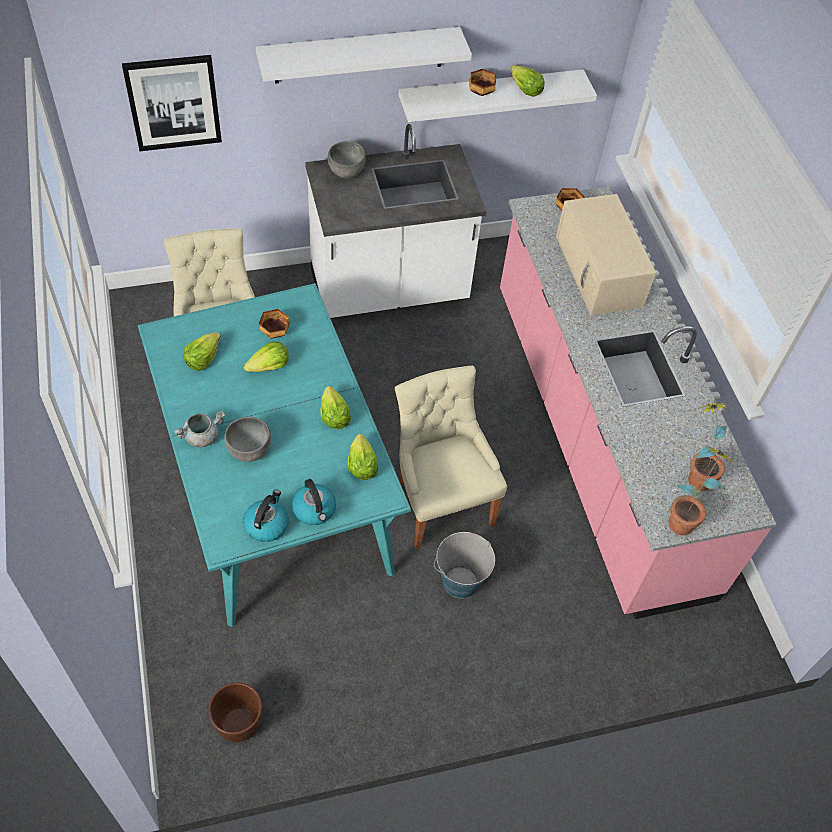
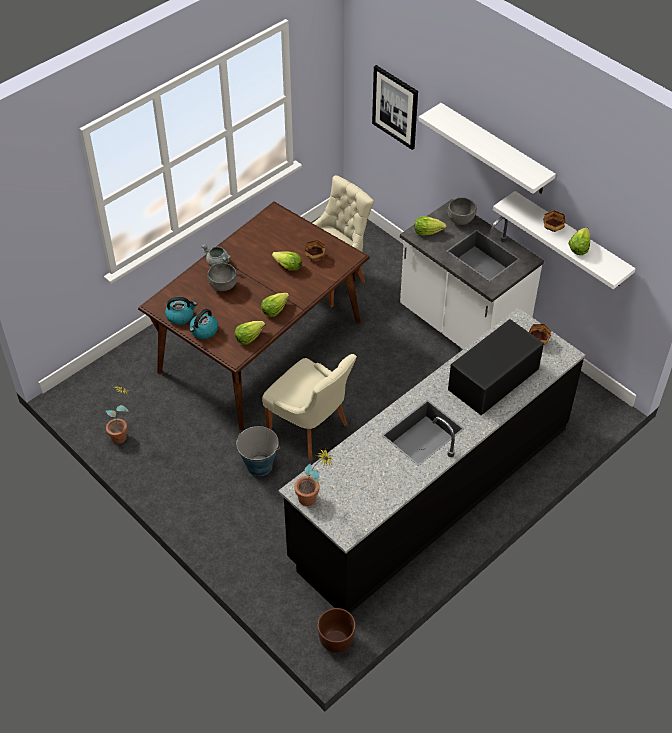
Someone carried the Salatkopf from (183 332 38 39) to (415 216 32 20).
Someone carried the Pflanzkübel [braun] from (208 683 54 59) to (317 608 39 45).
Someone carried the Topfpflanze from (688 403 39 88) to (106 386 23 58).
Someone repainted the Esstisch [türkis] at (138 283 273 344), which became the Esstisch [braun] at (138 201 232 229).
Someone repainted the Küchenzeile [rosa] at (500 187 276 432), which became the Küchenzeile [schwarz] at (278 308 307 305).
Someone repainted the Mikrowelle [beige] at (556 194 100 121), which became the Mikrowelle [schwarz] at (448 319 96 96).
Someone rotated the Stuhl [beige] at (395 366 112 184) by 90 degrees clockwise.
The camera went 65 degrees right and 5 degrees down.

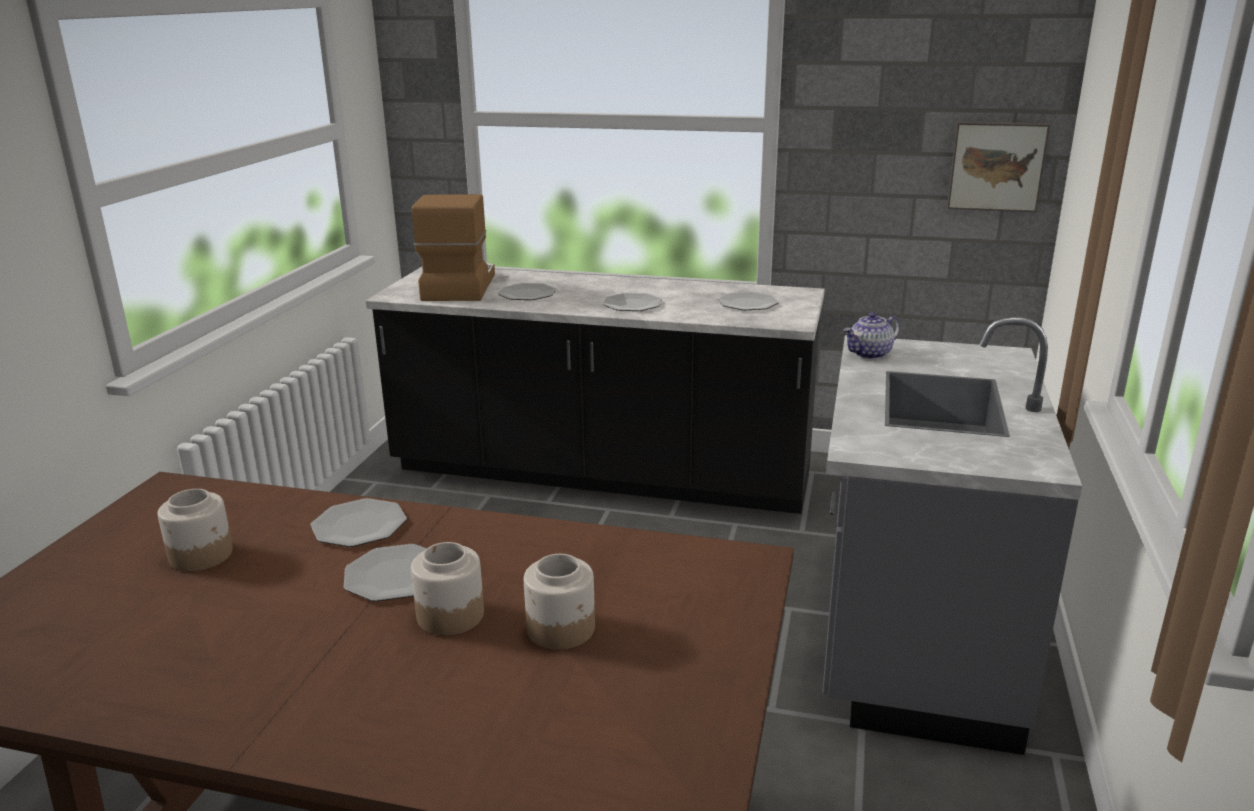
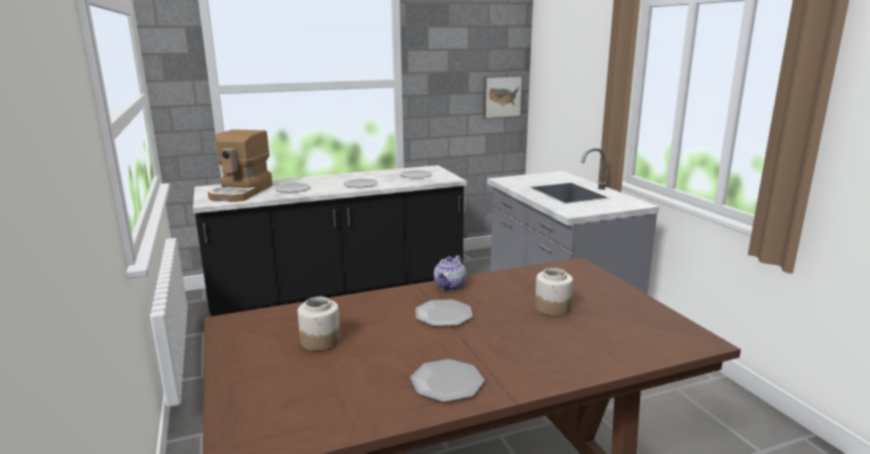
Someone took away the Vorratsglas at (411 542 73 94).
Someone carried the Teller from (311 498 96 49) to (410 359 74 43).
Someone carried the Teekanne from (843 312 57 47) to (434 255 32 36).
Someone rotated the Kaffeemaschine at (412 194 83 107) by 135 degrees counterclockwise.
The camera went 35 degrees left and 5 degrees down.

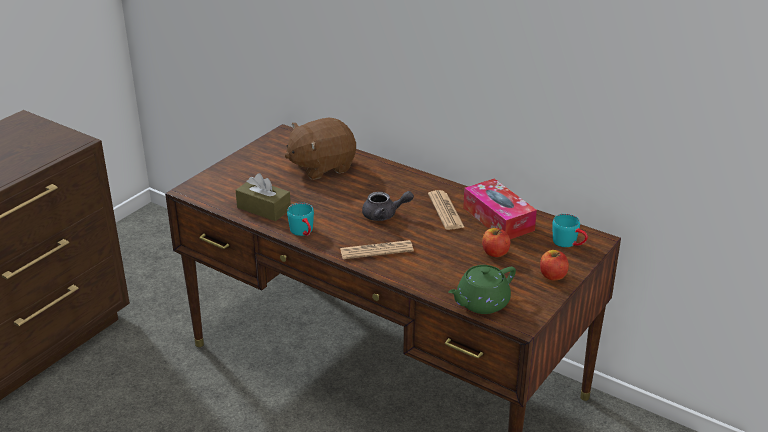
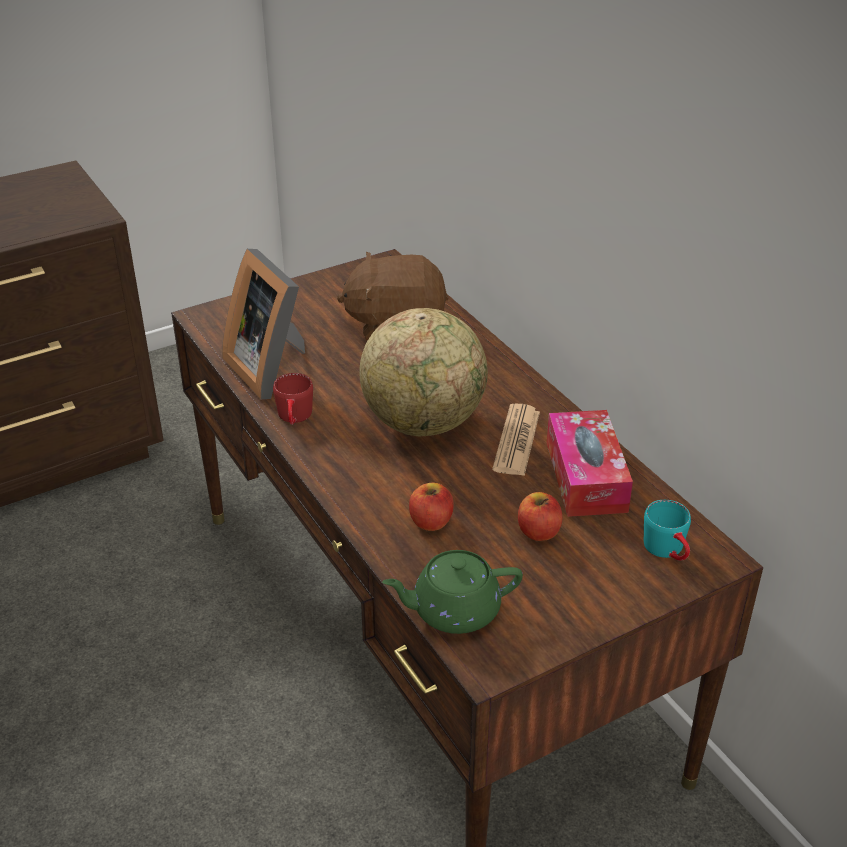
Someone took away the Zeitung at (340 240 74 19).
Someone carried the Apfel from (540 250 29 31) to (409 482 45 49).
Someone swapped the Taschentuchbox [braun] at (236 173 55 48) for the Bilderrahmen at (222 249 83 150).
Someone swapped the Teekanne [grau] at (362 191 52 30) for the Globus at (359 308 129 128).
Someone repainted the Henkelbecher [türkis] at (287 203 27 33), which became the Henkelbecher [rot] at (273 373 40 52).
The camera went 25 degrees right and 5 degrees up.

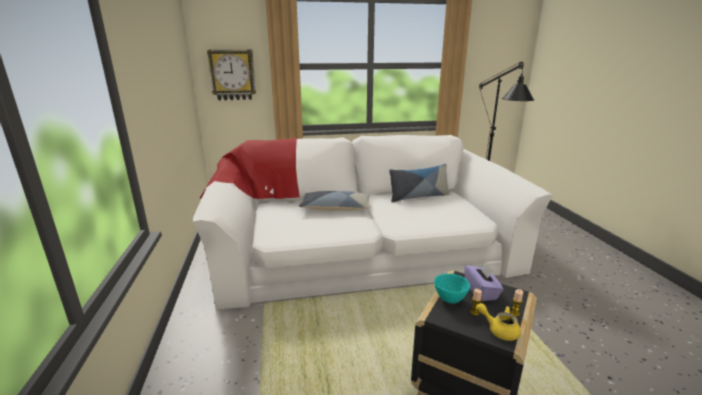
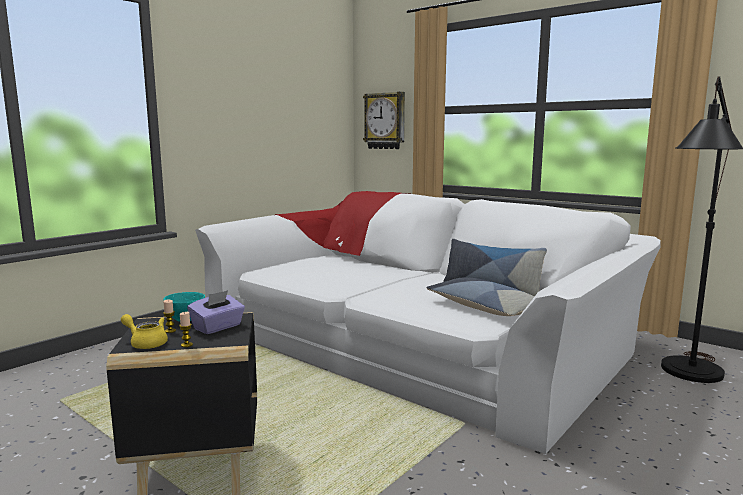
Someone carried the Kissen from (299 191 71 19) to (426 277 109 39).
Someone rotated the Teekanne [gelb] at (477 303 44 38) by 60 degrees counterclockwise.
The camera went 50 degrees right and 10 degrees down.

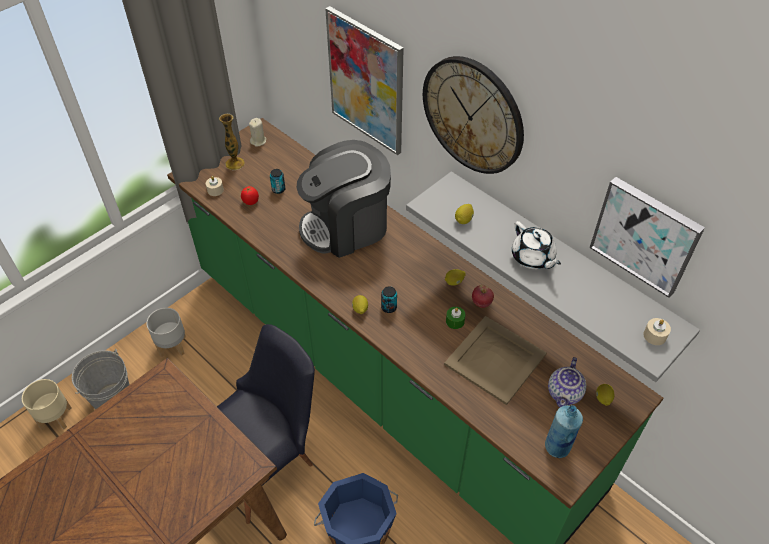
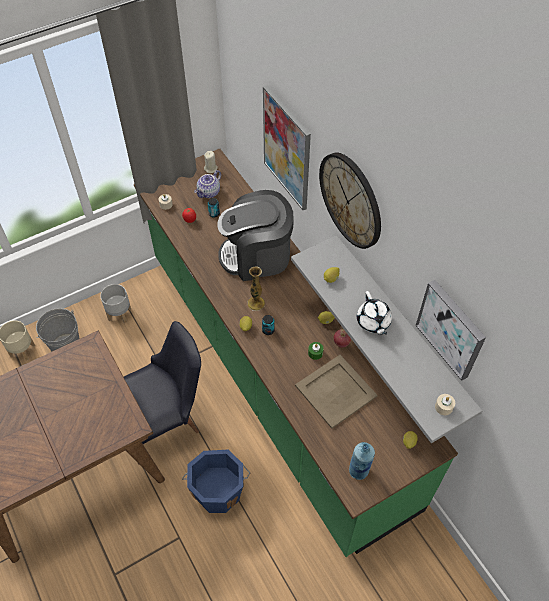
Someone carried the Vase from (219 114 26 56) to (248 266 17 45).
Someone carried the Teekanne from (548 357 38 50) to (194 170 27 28).
The camera went 15 degrees right and 5 degrees up.

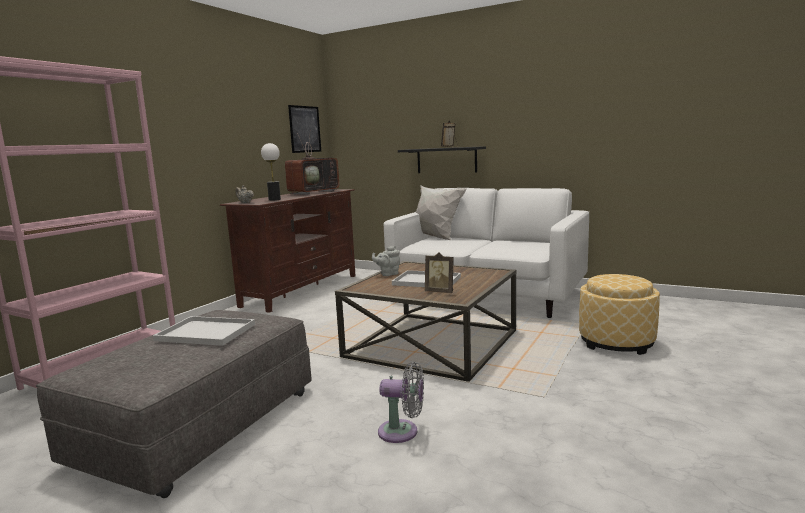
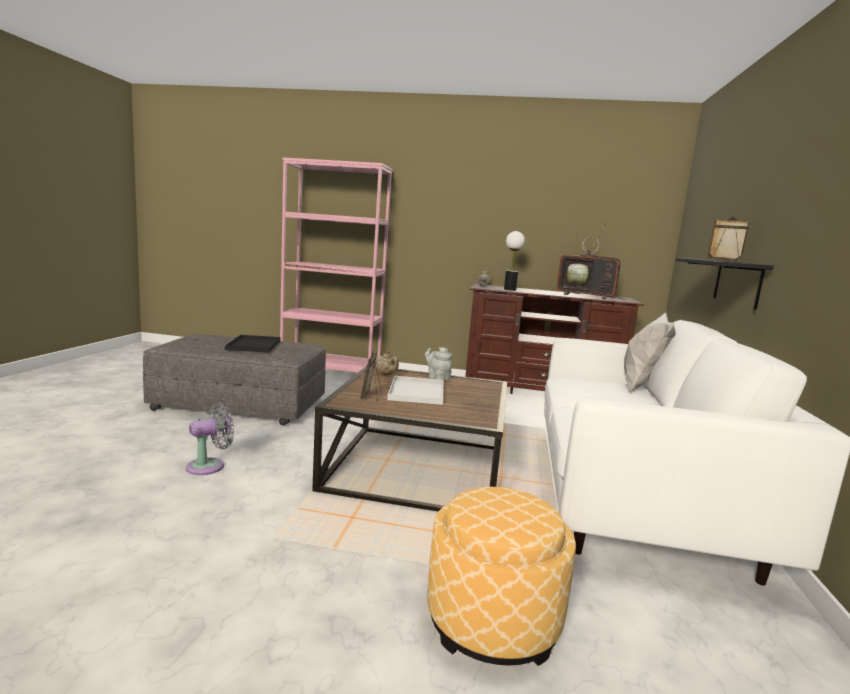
Someone took away the Bild at (288 105 33 48).
Someone put down the Teekanne [beige] at (375 351 24 24).
Someone repainted the Tablett [weiß] at (153 316 102 30), which became the Tablett [schwarz] at (225 335 56 18).
Someone rotated the Ventilator [grau] at (378 362 46 81) by 120 degrees counterclockwise.
The camera went 70 degrees right and 0 degrees up.

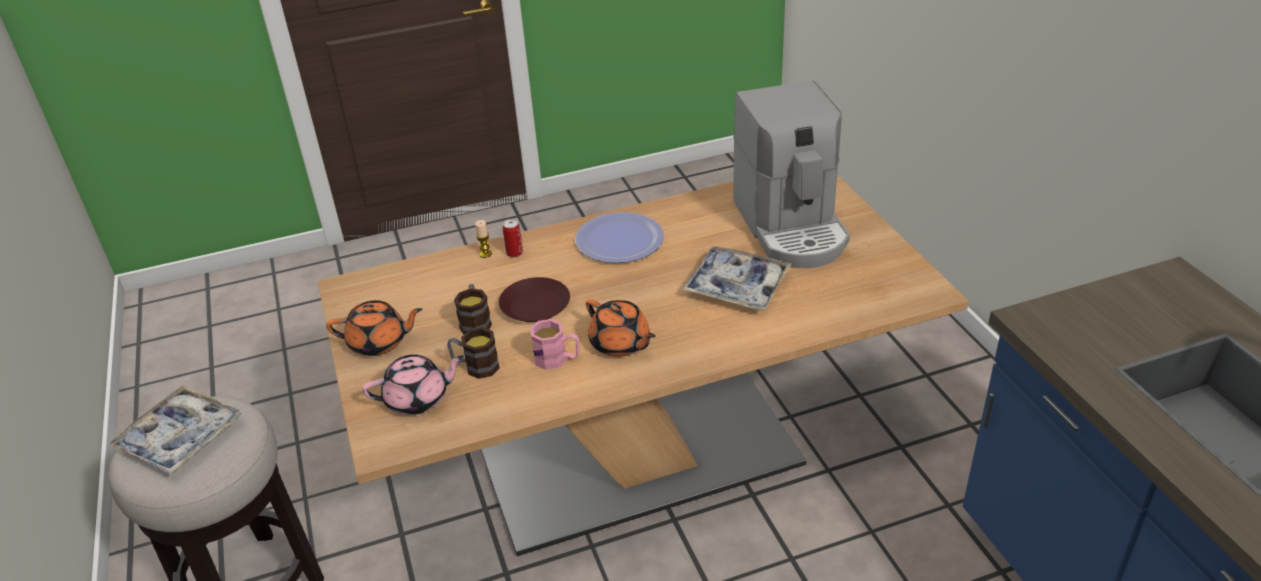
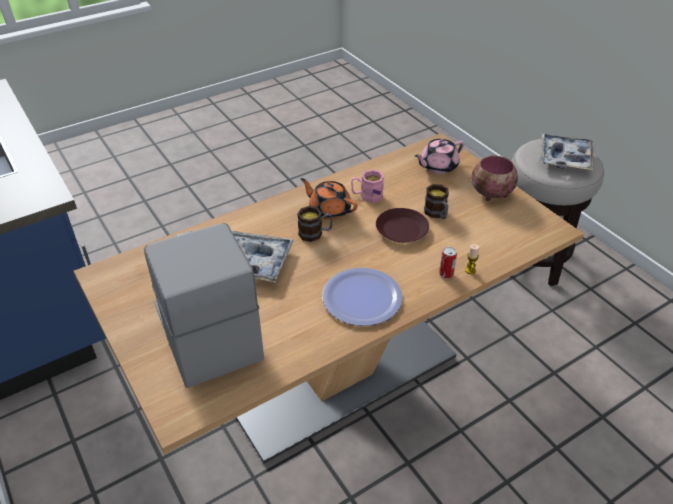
Someone carried the Henkelbecher from (447 327 53 52) to (297 206 36 36).
Someone swapped the Teekanne [orange] at (326 300 96 56) for the Schüssel at (471 156 47 45).
The camera went 165 degrees right and 5 degrees up.

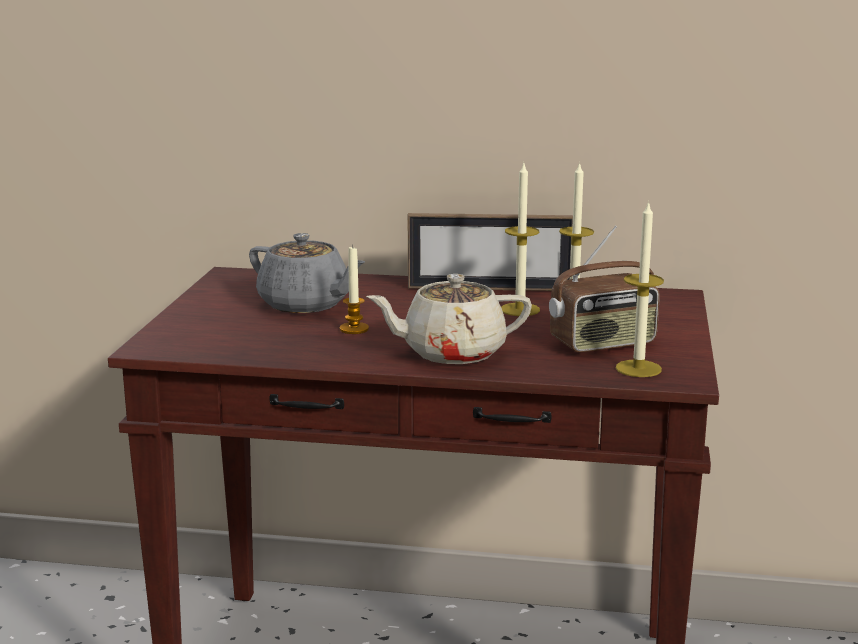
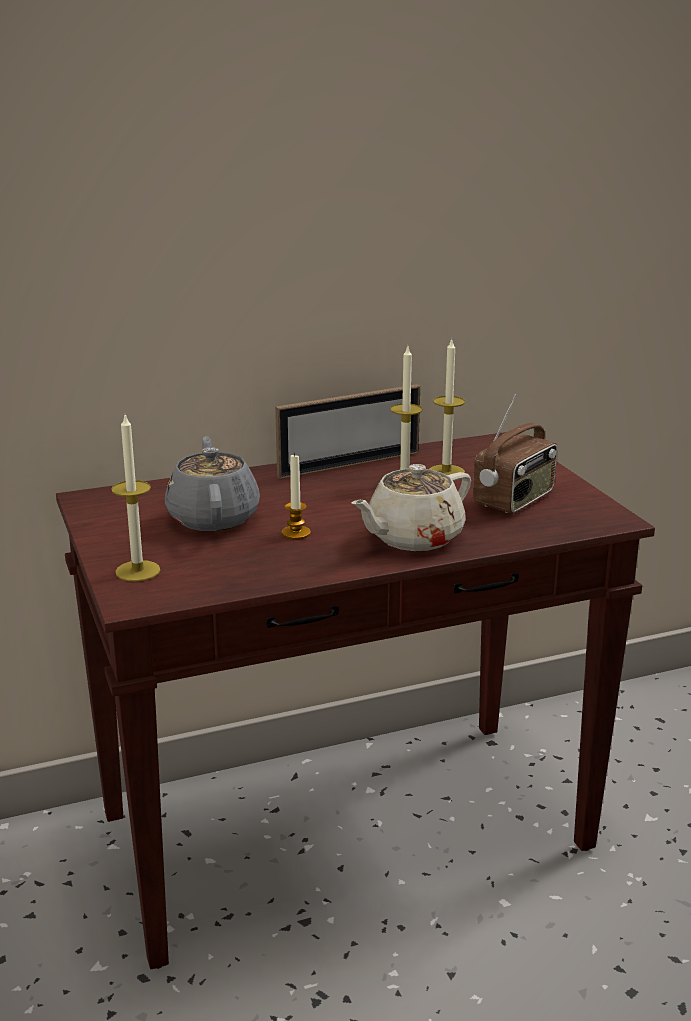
Someone carried the Kerze from (616 201 48 176) to (111 415 49 167).
Someone rotated the Teekanne [grau] at (249 233 116 80) by 105 degrees counterclockwise.
The camera went 30 degrees left and 5 degrees up.

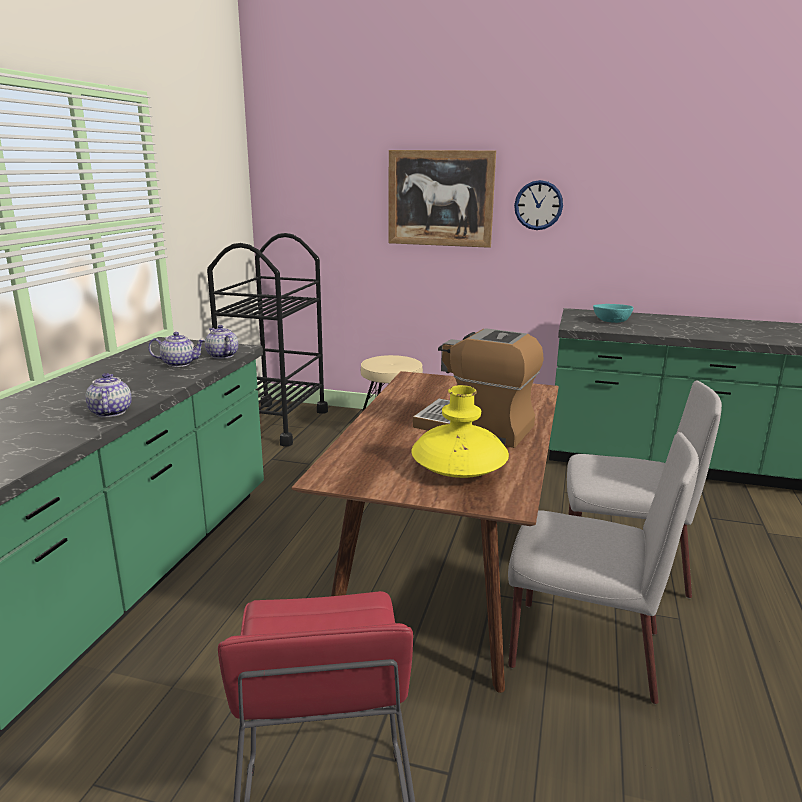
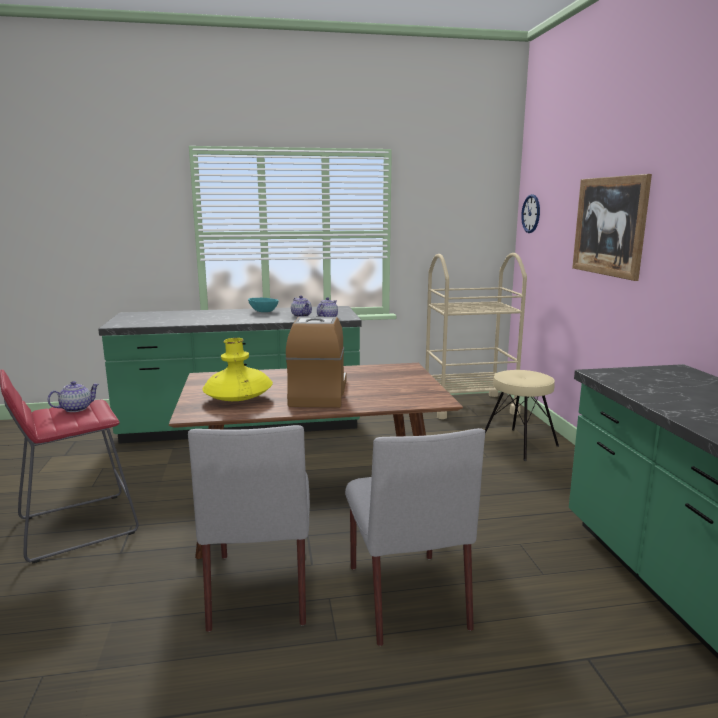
Someone carried the Teekanne from (86 373 46 44) to (48 381 51 31).
Someone carried the Wanduhr from (514 180 49 50) to (521 194 19 39).
Someone carried the Schüssel [türkis] from (593 304 40 19) to (248 298 31 14).
Someone repainted the Rollwagen [schwarz] at (207 233 121 214), which became the Rollwagen [beige] at (425 253 102 166).
The camera went 65 degrees right and 5 degrees down.

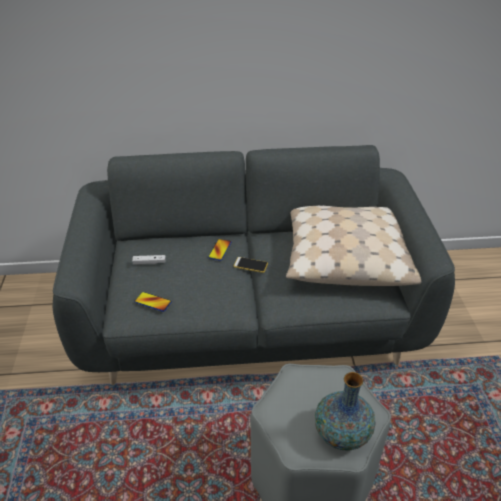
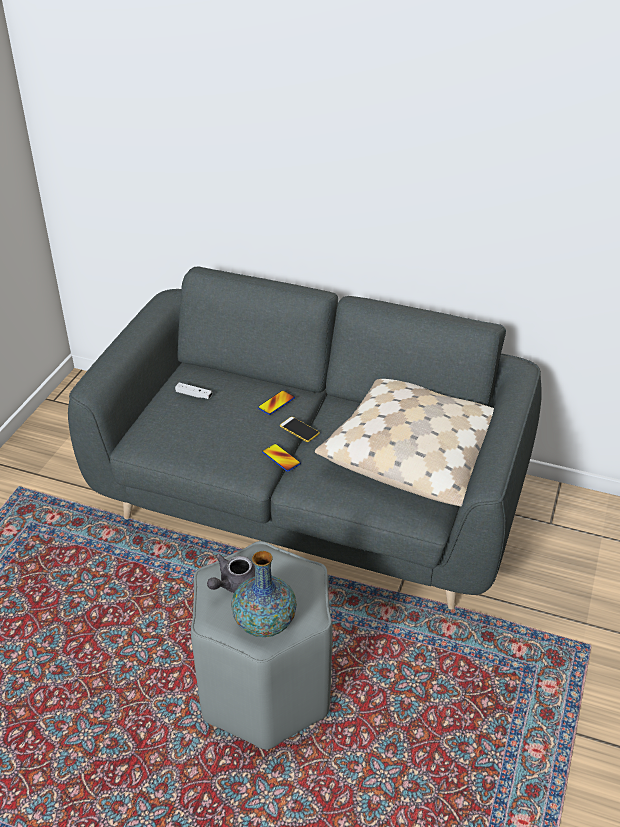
Someone put down the Teekanne [grau] at (207 554 48 39).
Someone carried the Handy from (134 292 38 20) to (262 444 39 28).
The camera went 25 degrees right and 0 degrees up.

